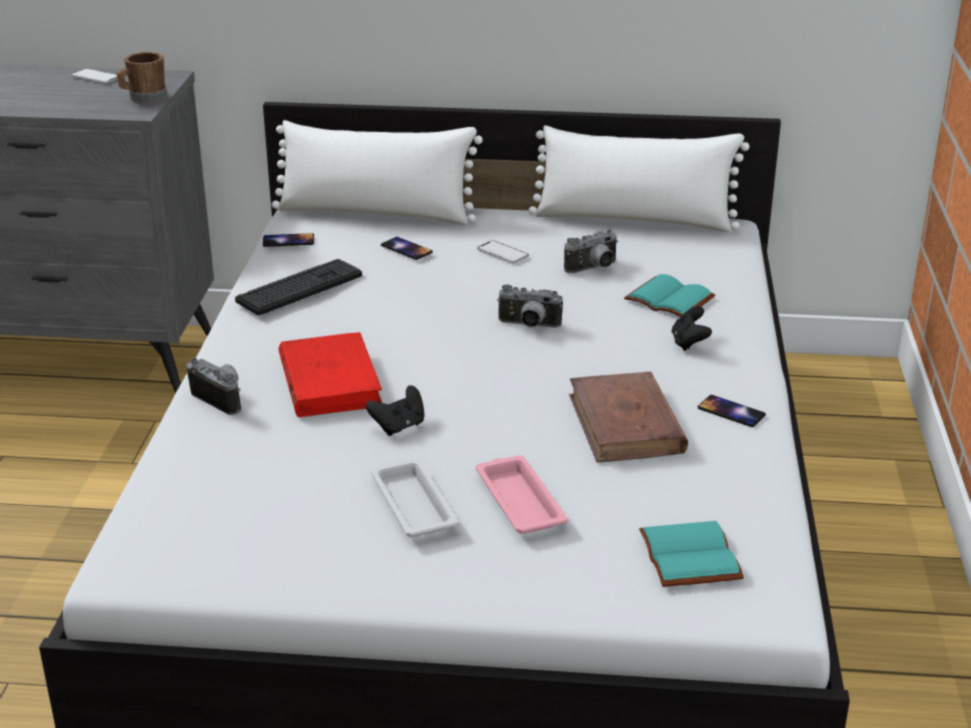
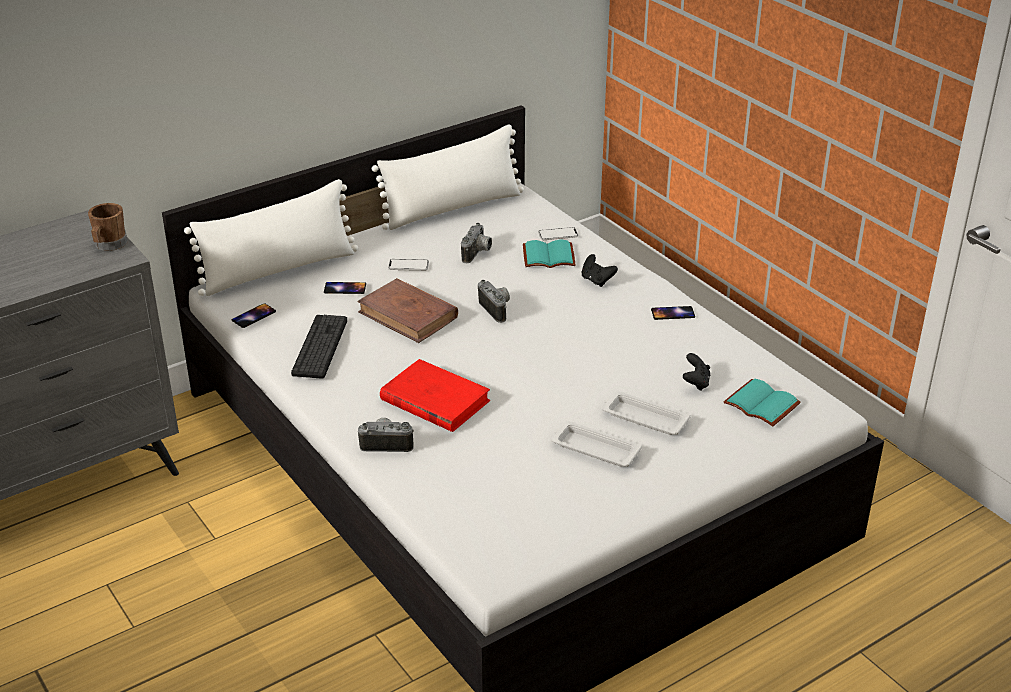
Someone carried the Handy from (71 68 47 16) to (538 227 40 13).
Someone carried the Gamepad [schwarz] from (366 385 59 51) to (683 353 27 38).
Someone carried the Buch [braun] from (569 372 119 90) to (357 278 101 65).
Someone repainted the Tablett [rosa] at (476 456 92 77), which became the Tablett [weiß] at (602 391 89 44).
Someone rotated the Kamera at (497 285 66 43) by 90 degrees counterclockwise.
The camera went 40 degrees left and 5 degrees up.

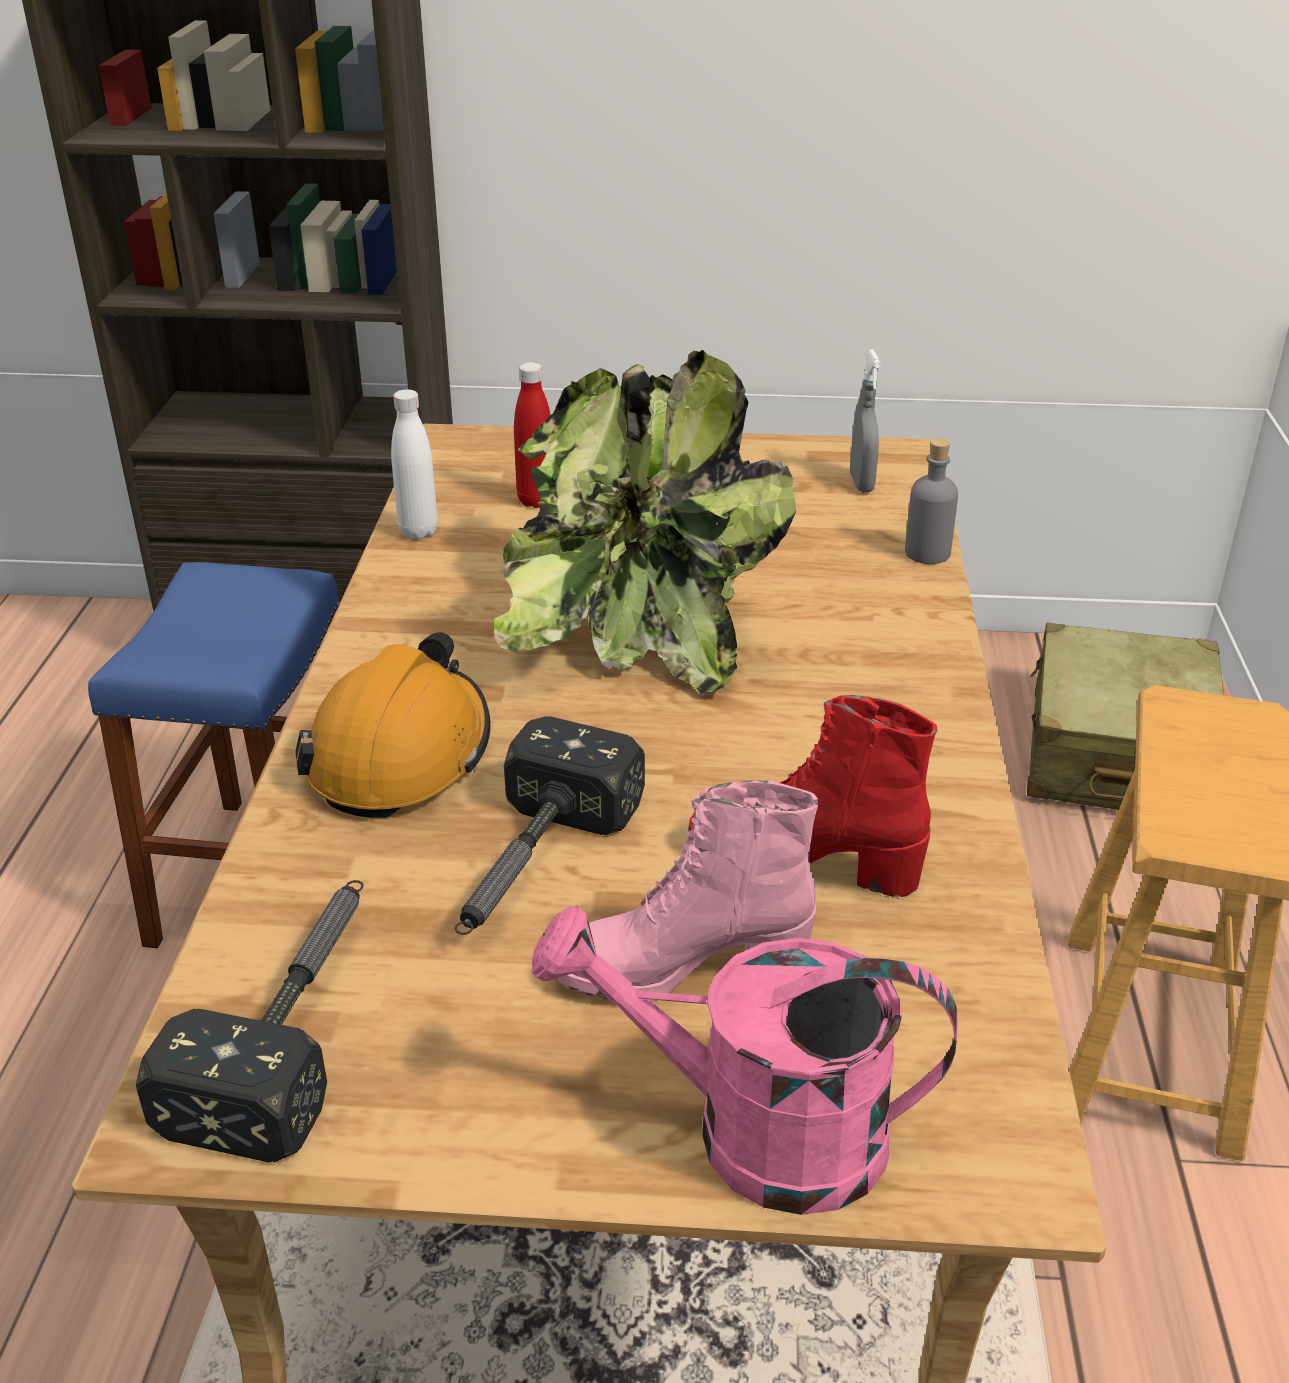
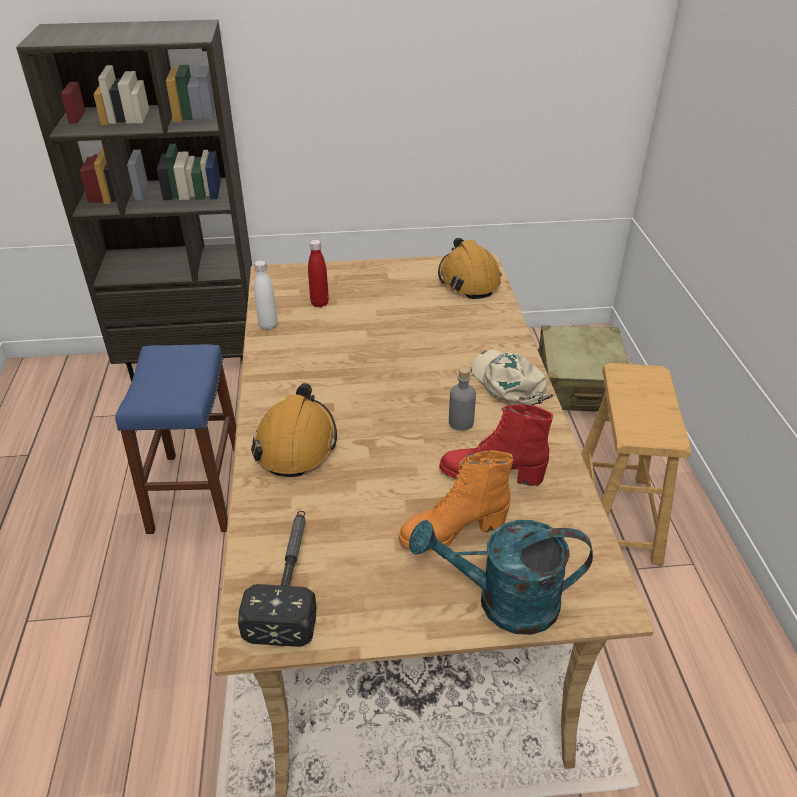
Someone took away the Hammer at (455 716 190 219).
Someone took away the Topfpflanze at (494 350 302 344).
Someone put down the Kappe [beige] at (471 349 83 56).
Someone carried the Flasche [grau] from (905 438 53 126) to (449 366 27 65).
Someone swapped the Sprühflasche [grau] at (850 349 31 143) for the Schutzhelm [orange] at (438 238 64 61).
Someone repainted the Gießkanne [rosa] at (532 905 426 310), which became the Gießkanne [türkis] at (409 520 184 115).
Someone repainted the Stiefel [rosa] at (557 780 261 221), which became the Stiefel [orange] at (399 450 115 101).
The camera went 10 degrees left and 5 degrees up.

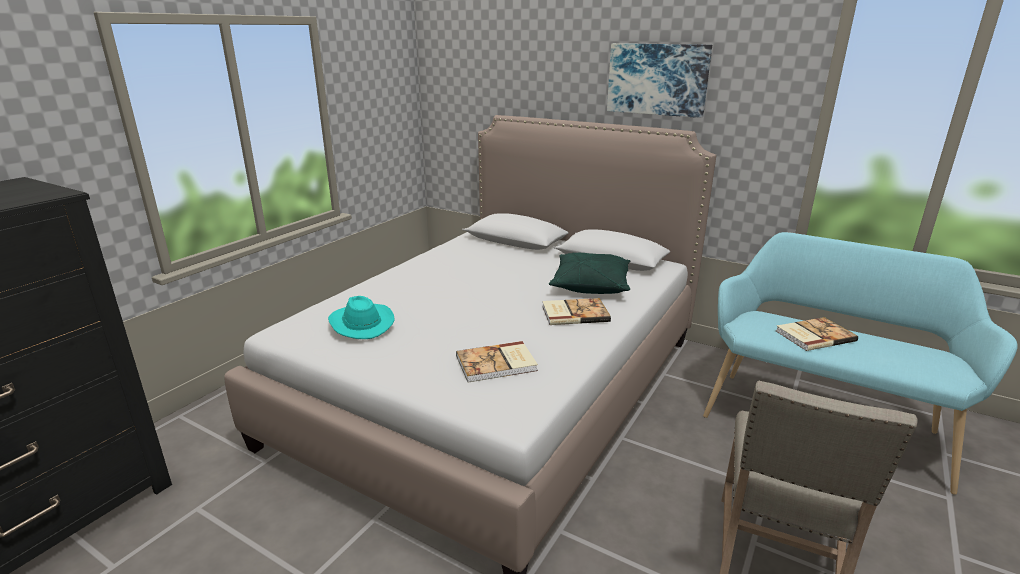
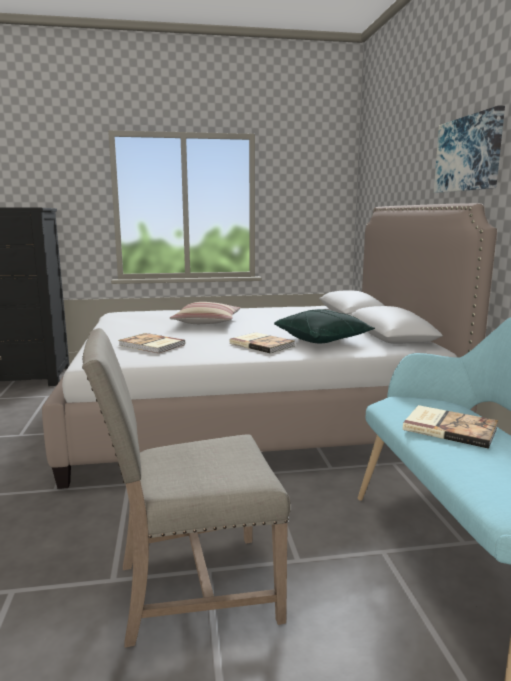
Someone took away the Hut [türkis] at (328 296 67 43).
Someone put down the Kissen at (169 302 71 22).
The camera went 50 degrees right and 10 degrees down.

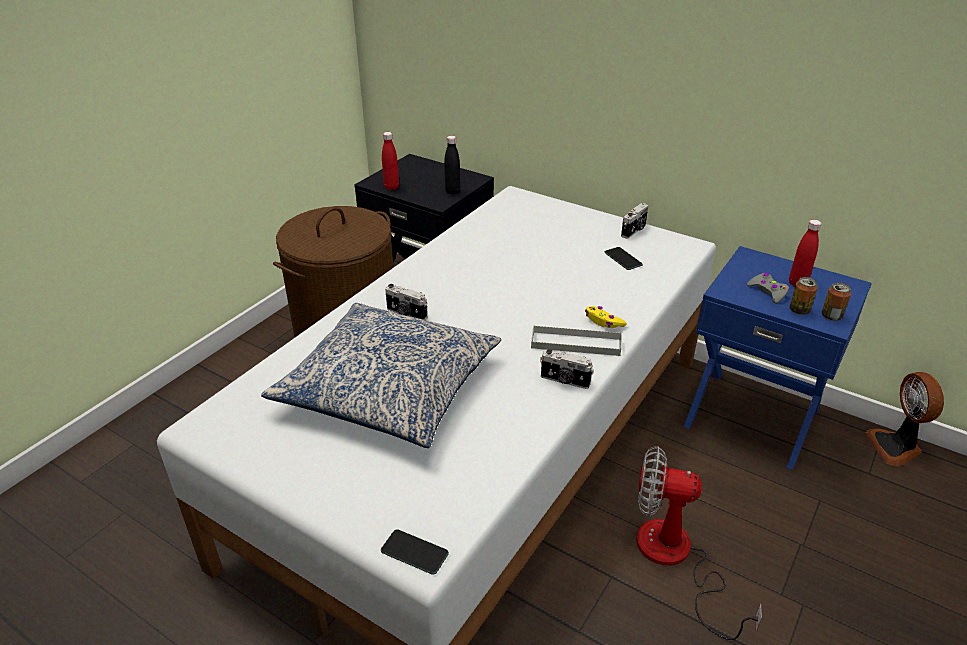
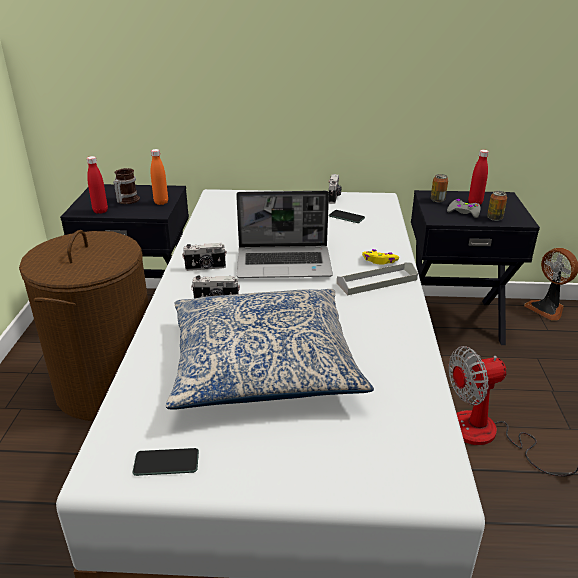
Someone put down the Henkelbecher at (113 168 27 36).
Someone put down the Laptop at (236 191 97 87).
Someone carried the Handy from (381 529 68 46) to (133 448 66 28).
Someone carried the Kamera from (540 349 54 40) to (182 243 45 28).
Someone carried the Dose from (821 282 30 39) to (431 174 17 28).
Someone repainted the Flasche [schwarz] at (444 136 16 58), which became the Flasche [orange] at (151 149 17 56).
Someone repainted the Nachttisch [blau] at (684 246 188 224), which became the Nachttisch [schwarz] at (411 190 129 155).
The camera went 30 degrees left and 5 degrees down.

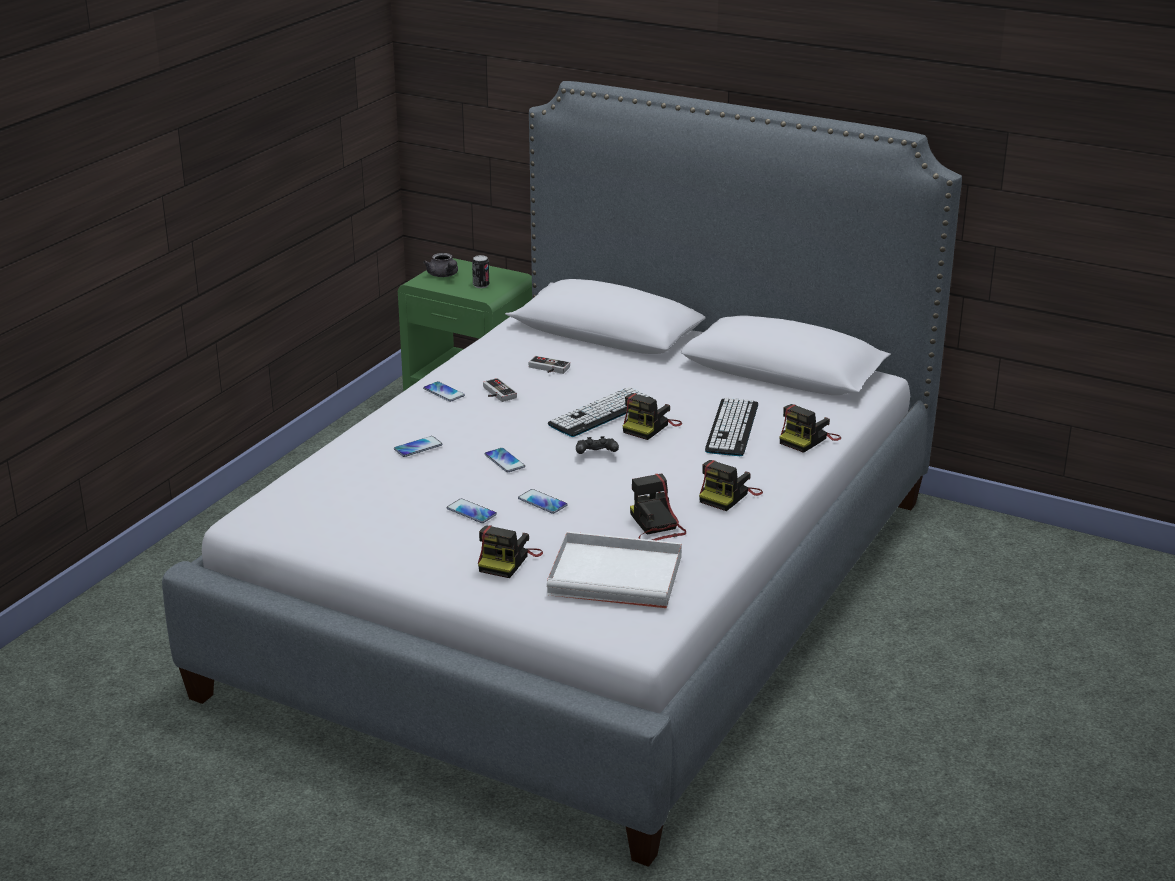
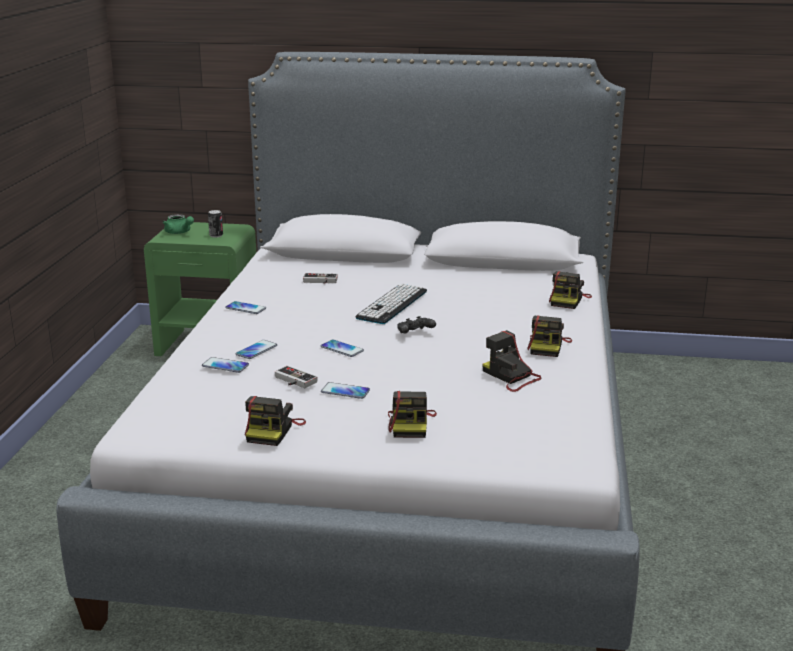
Someone took away the Tablett [weiß] at (547 531 135 77).
Someone took away the Tastatur at (705 398 53 58).
Someone carried the Gamepad from (483 378 34 24) to (275 366 43 22).
Someone carried the Handy from (518 489 50 25) to (202 357 47 16).
Someone carried the Kamera from (623 393 59 47) to (245 396 61 50).
Someone repainted the Teekanne [grau] at (423 253 35 24), which became the Teekanne [grün] at (163 214 31 20).
The camera went 20 degrees left and 5 degrees down.

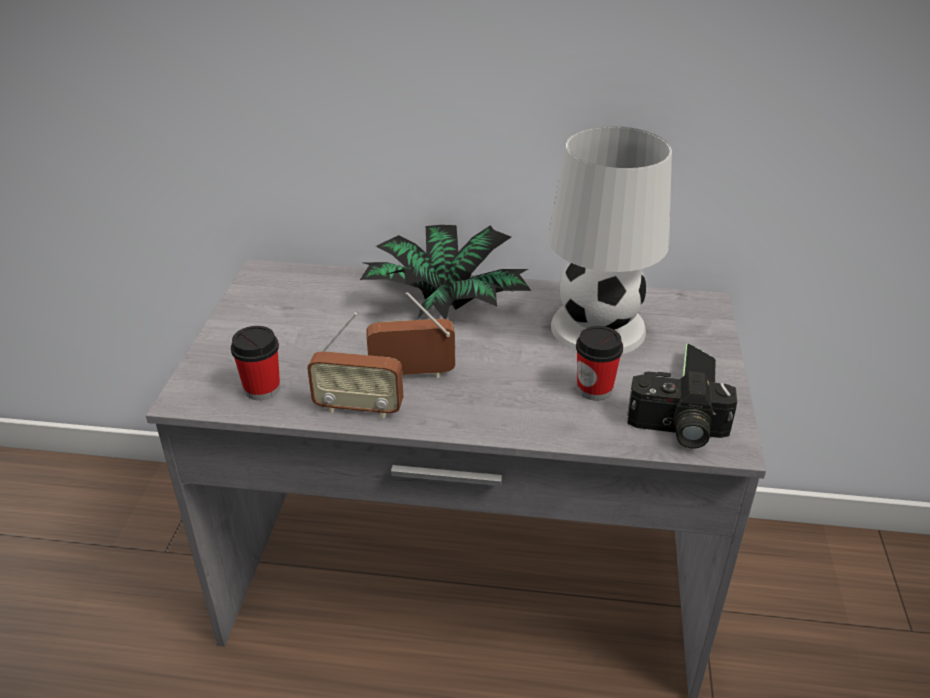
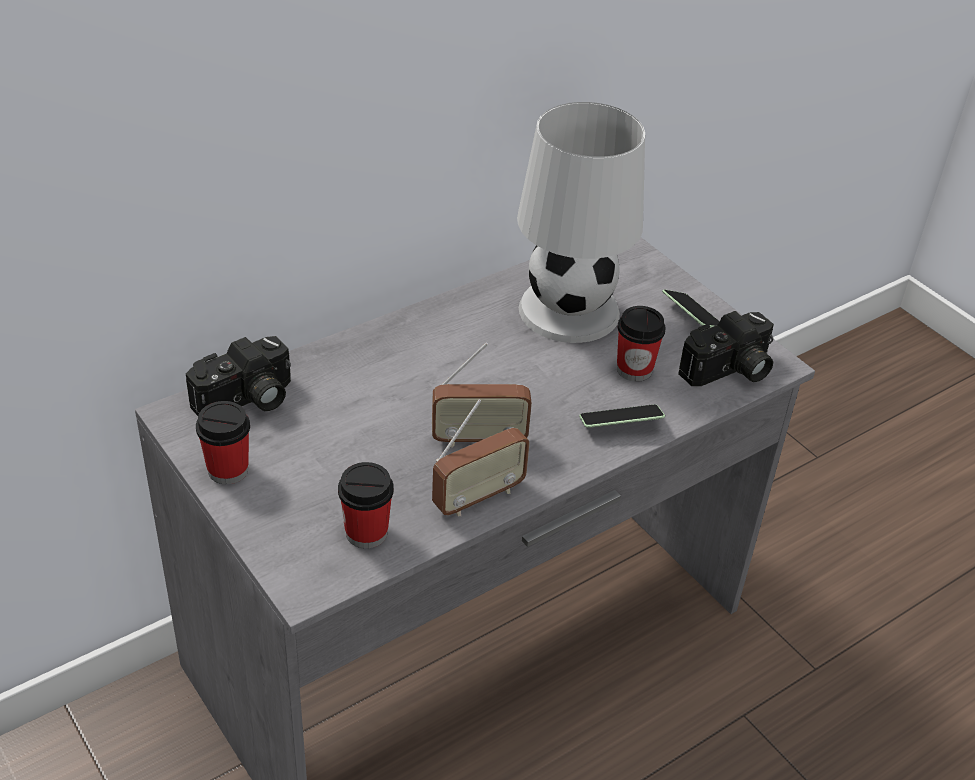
Someone took away the Topfpflanze at (360 225 171 95).
Someone put down the Kamera at (186 336 105 80).
Someone put down the Tasse at (196 401 54 83).
Someone put down the Handy at (579 404 86 24).
Someone rotated the Radio at (367 292 88 86) by 135 degrees counterclockwise.
The camera went 45 degrees left and 5 degrees up.

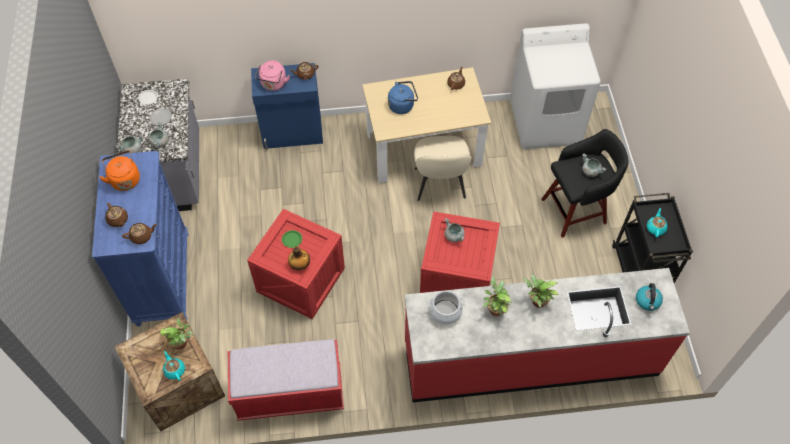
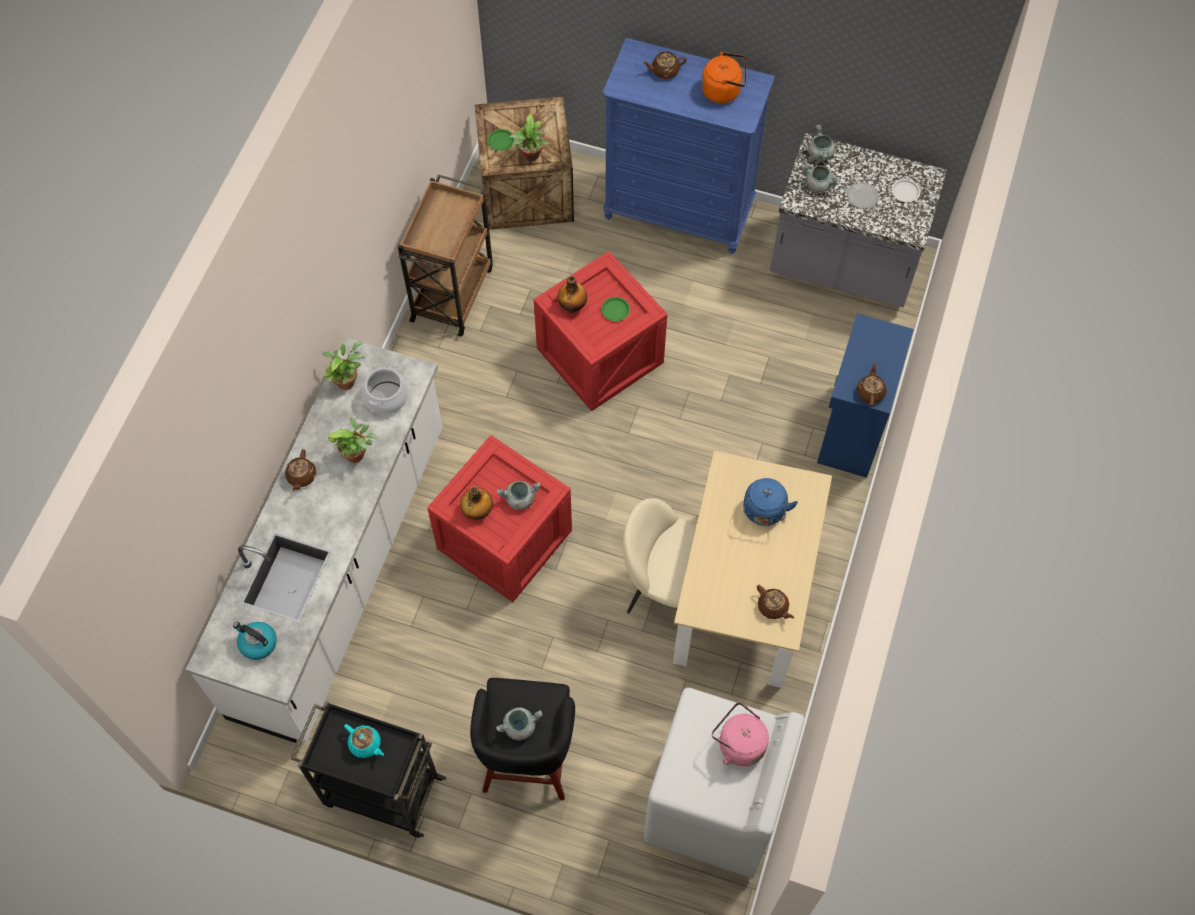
Someone put down the Flasche at (460 486 33 34).
Someone carried the Teekanne [braun] from (122 223 35 21) to (285 449 31 42).
Someone carried the Wasserkessel [rosa] from (255 61 35 30) to (712 702 57 64).
Someone carried the Topfpflanze from (523 274 35 34) to (322 341 42 49).
Someone swapped the Teekanne [türkis] at (163 351 22 30) for the Teller [grün] at (488 129 27 22).
Someone swapped the Bank [rot] at (228 339 116 82) for the Rollwagen [braun] at (398 175 95 161).
Someone repainted the Küchenzeile [rot] at (404 268 286 134), which became the Küchenzeile [weiß] at (186 337 257 406).
The camera went 115 degrees right and 5 degrees up.

